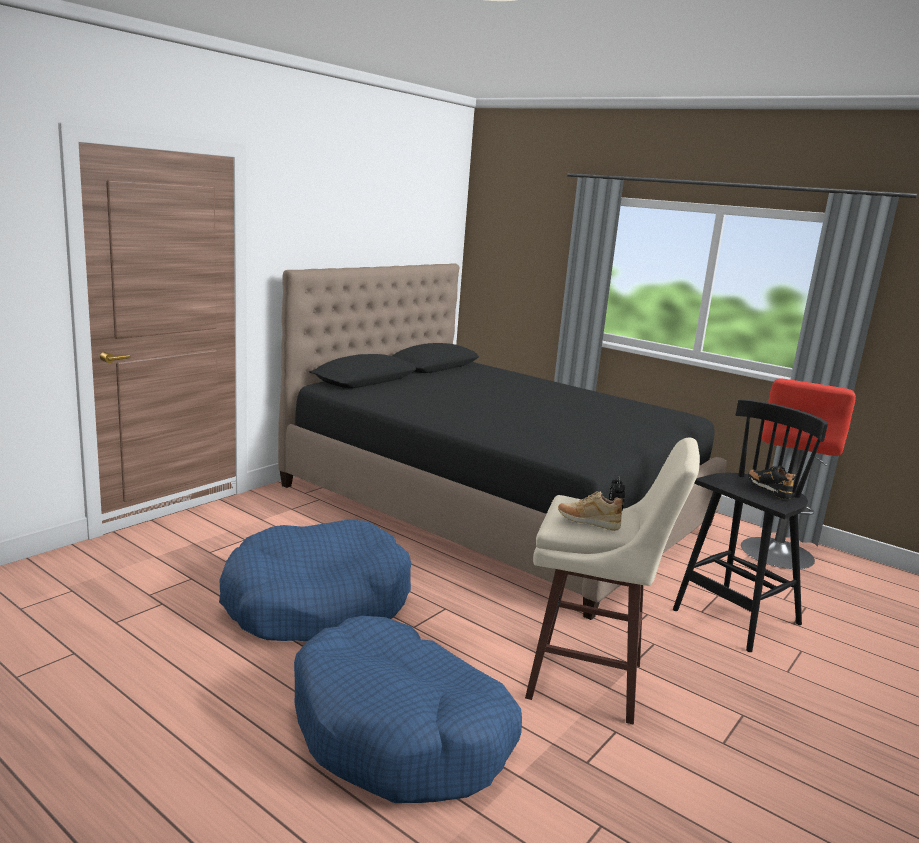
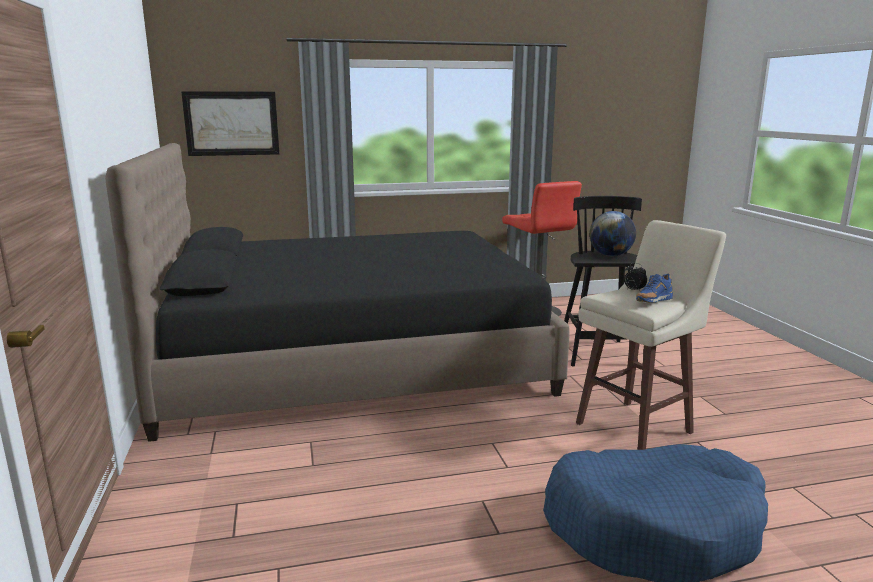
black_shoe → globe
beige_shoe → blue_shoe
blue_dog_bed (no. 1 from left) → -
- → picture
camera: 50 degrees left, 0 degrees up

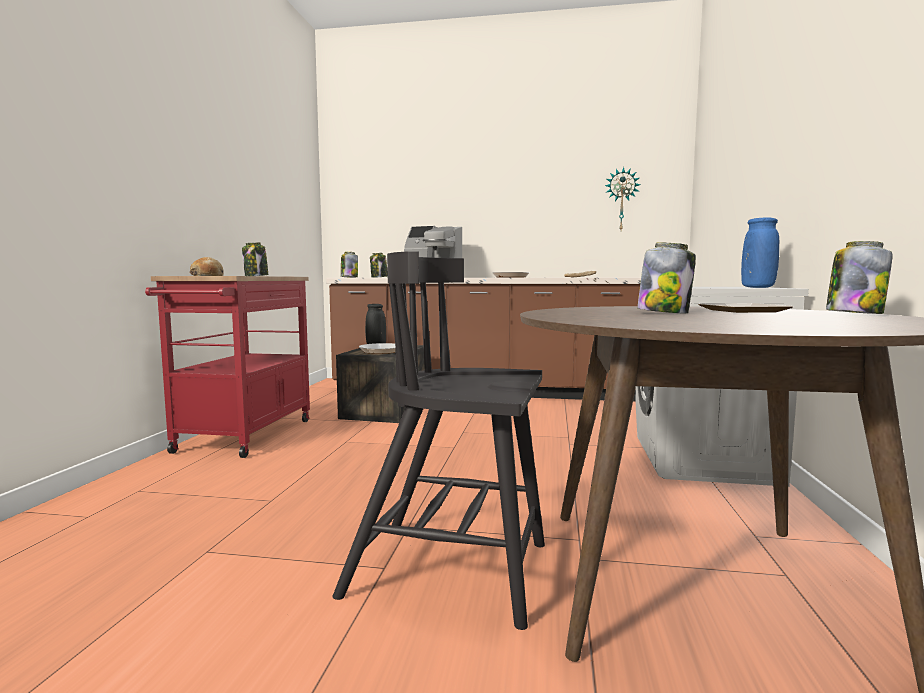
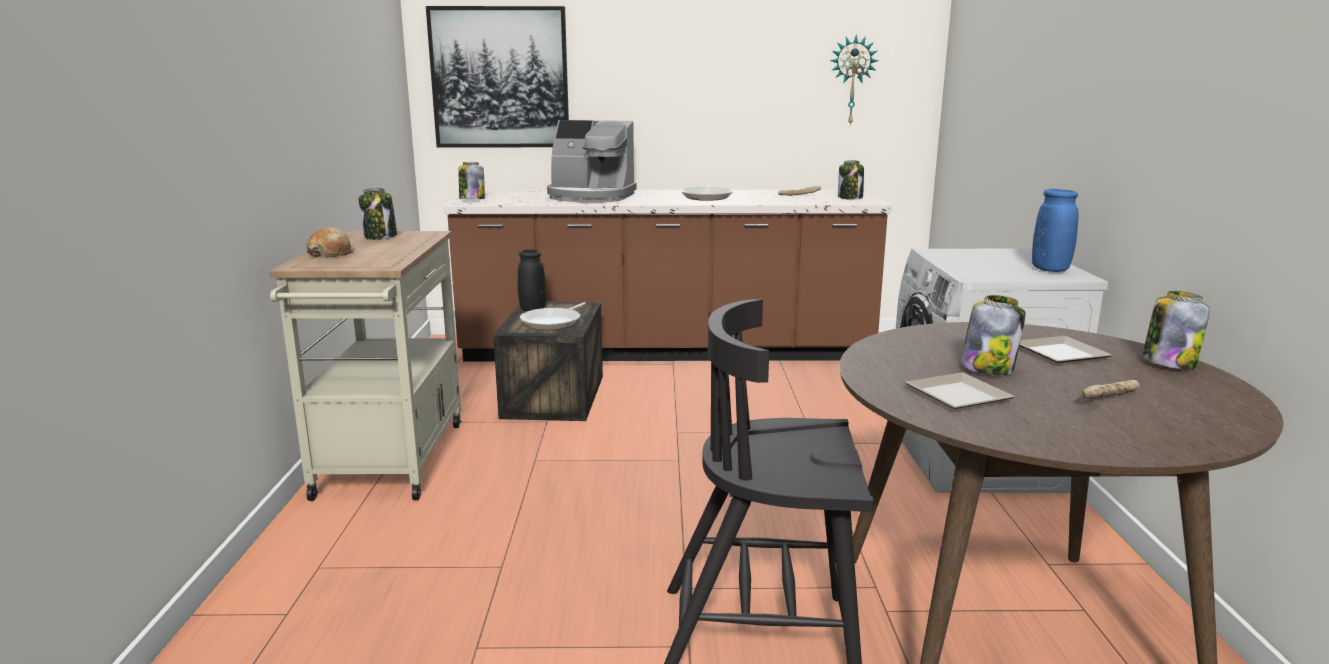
jar (no. 3 from left), shifted
red_cart → beige_cart
- → picture
- → plate (no. 1 from left)
- → bread (no. 3 from left)
camera: 10 degrees left, 10 degrees up

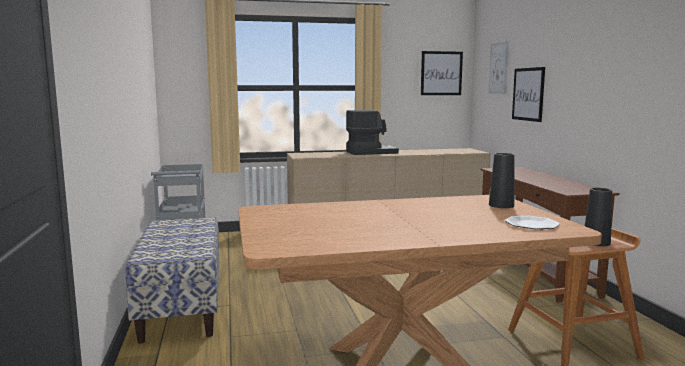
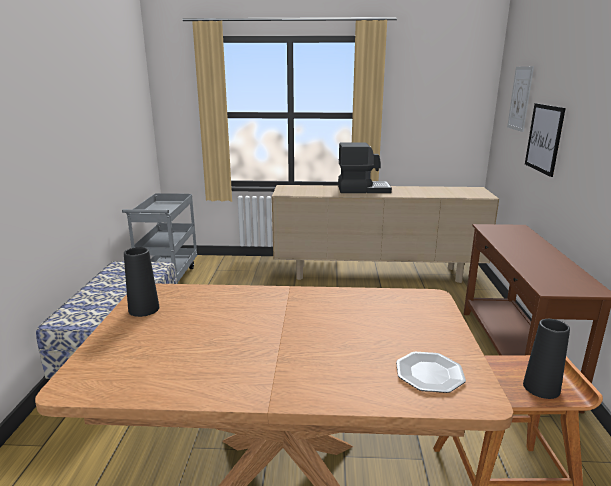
picture (no. 1 from left) → -
black_vase (no. 1 from left), shifted
camera: 15 degrees right, 10 degrees up

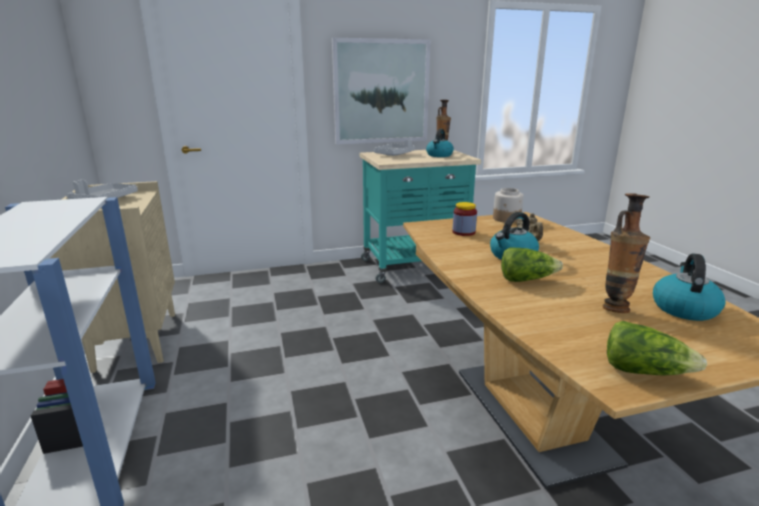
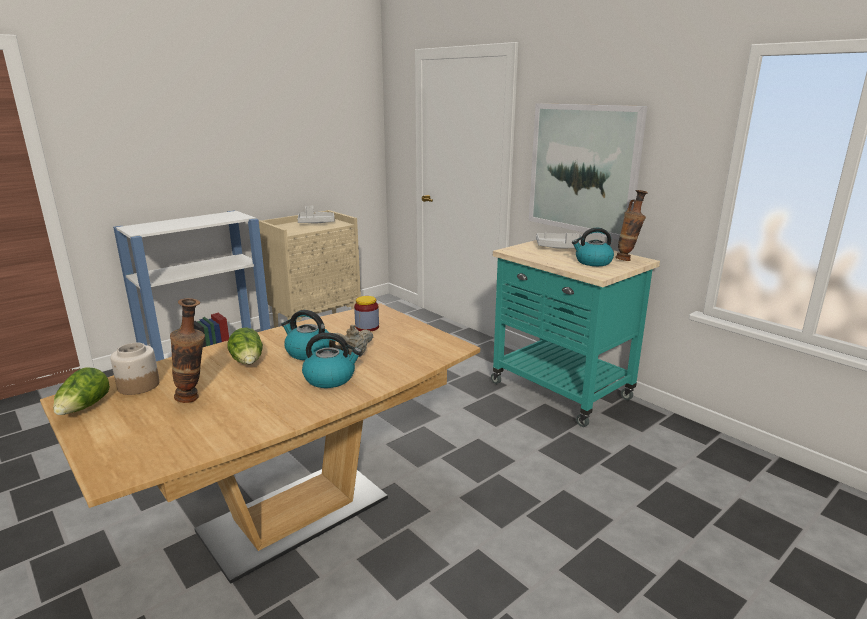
jar (no. 2 from left in the first image) → jar (no. 1 from left), shifted
kettle (no. 3 from left in the first image) → kettle (no. 2 from left), shifted
camera: 65 degrees right, 0 degrees up

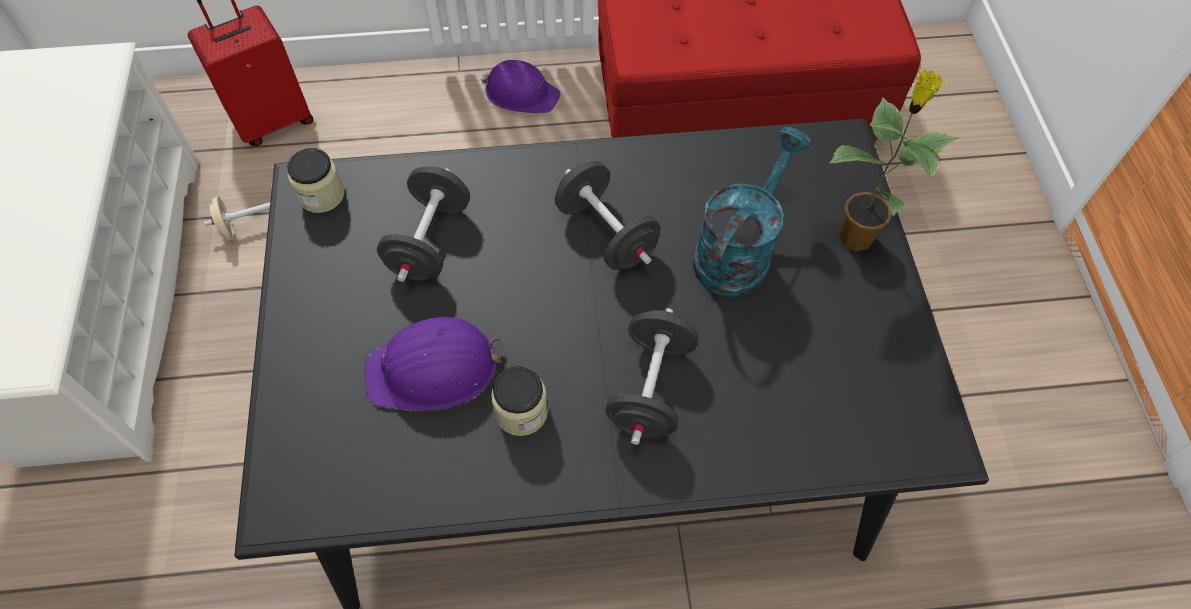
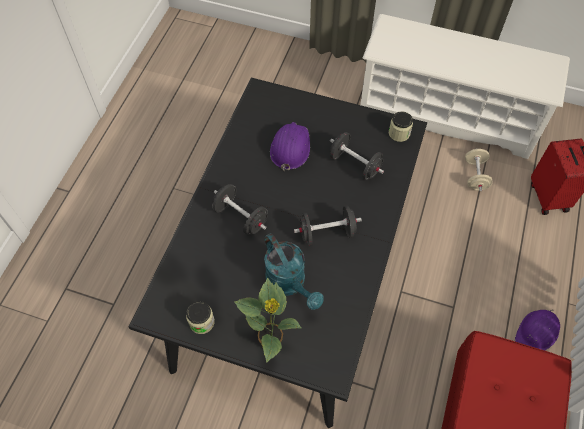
jar (no. 2 from left in the first image) → jar (no. 1 from left), shifted
camera: 115 degrees right, 0 degrees up

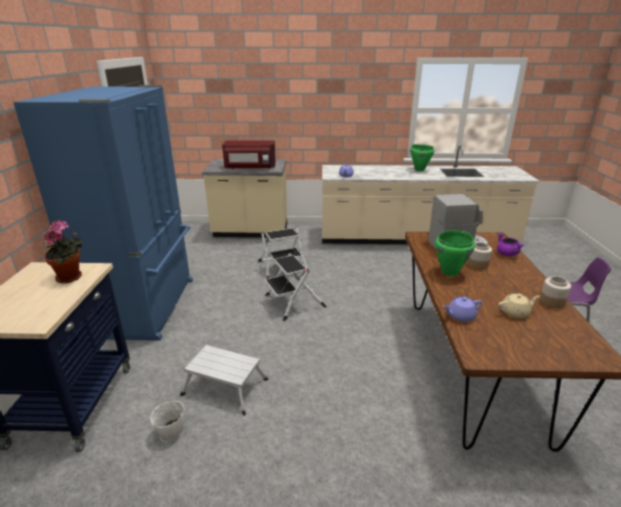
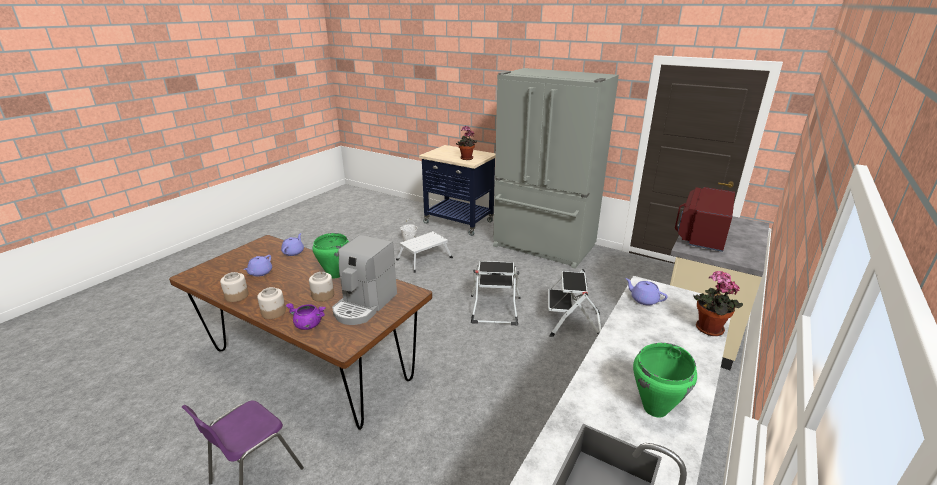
blue_fridge → grey_fridge
beige_teapot → purple_teapot (no. 1 from left)
- → potted_plant (no. 2 from left)
- → jar (no. 2 from left)
camera: 120 degrees right, 0 degrees up

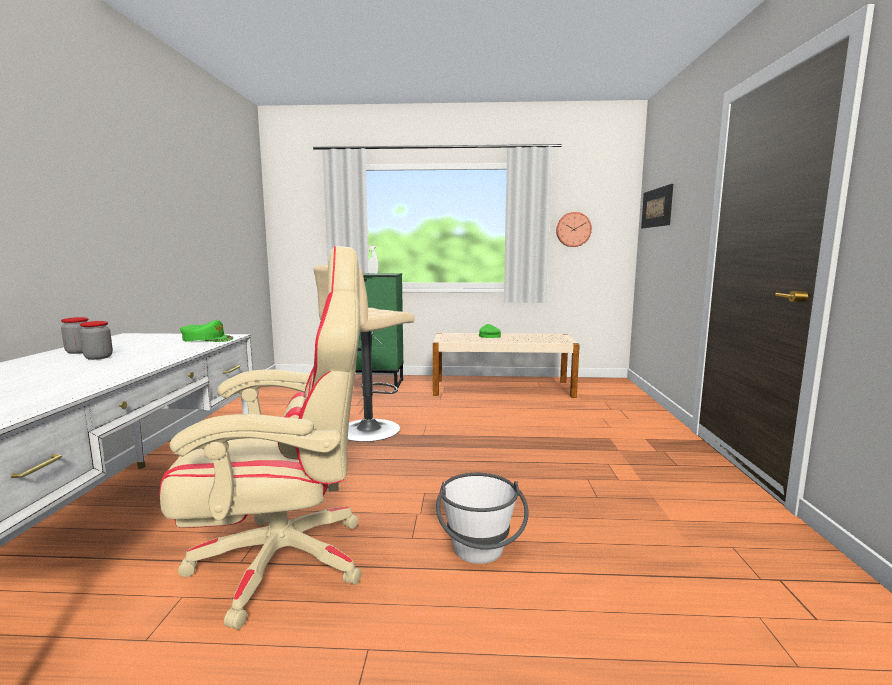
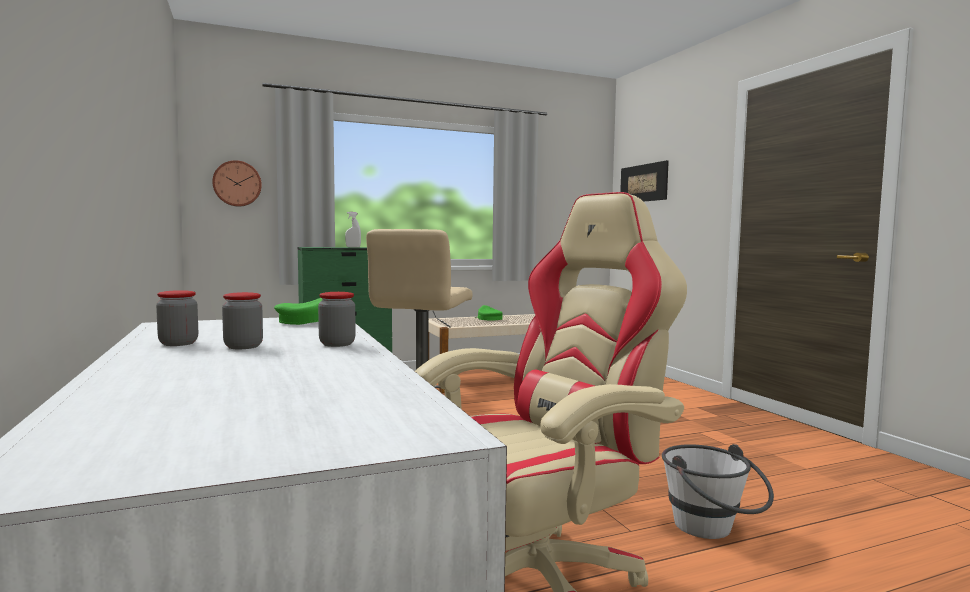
wall_clock, shifted
- → jar (no. 3 from left)
camera: 25 degrees left, 5 degrees down

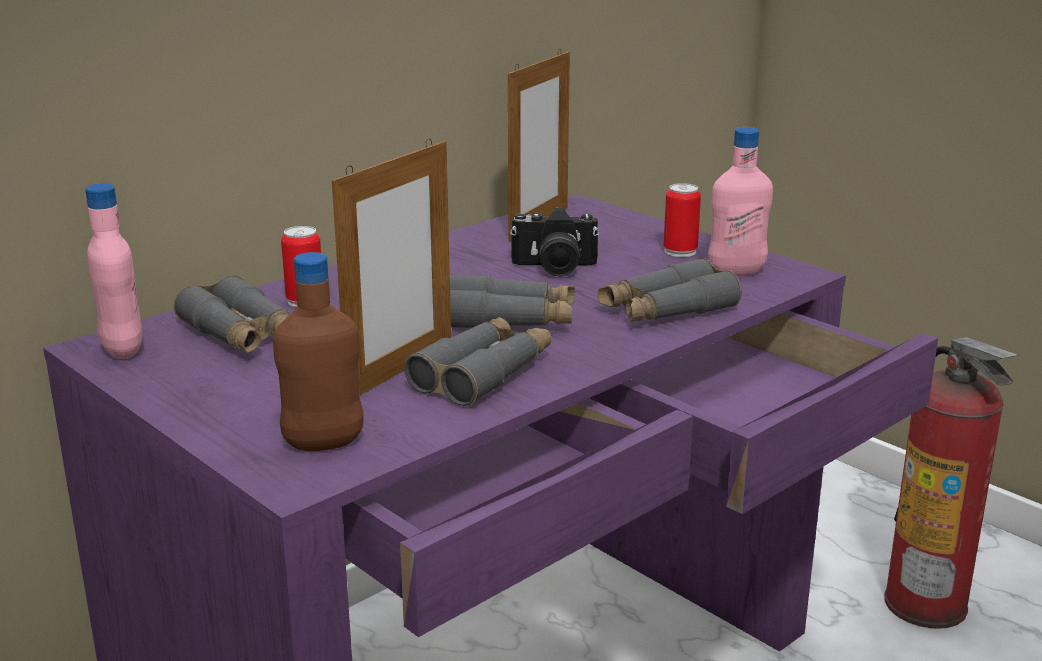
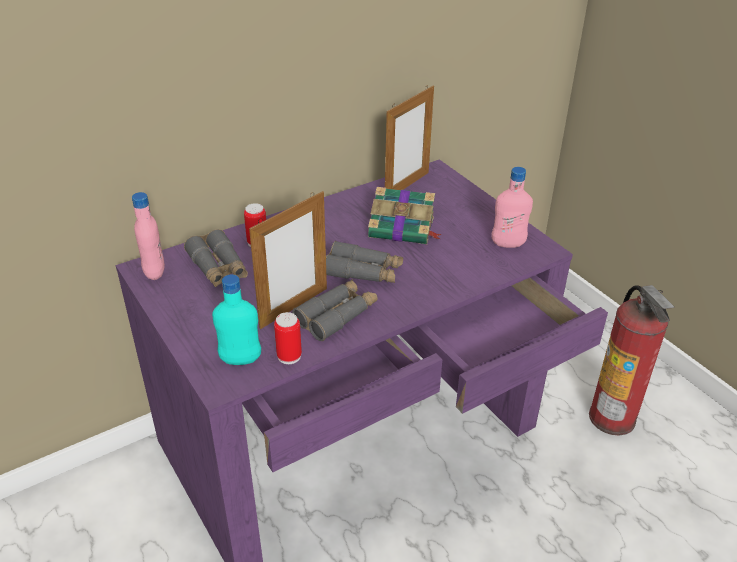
can (no. 2 from left), shifted
photo_camera → book
brown_bottle → turquoise_bottle
grey_binoculars (no. 4 from left) → -
camera: 10 degrees right, 15 degrees up

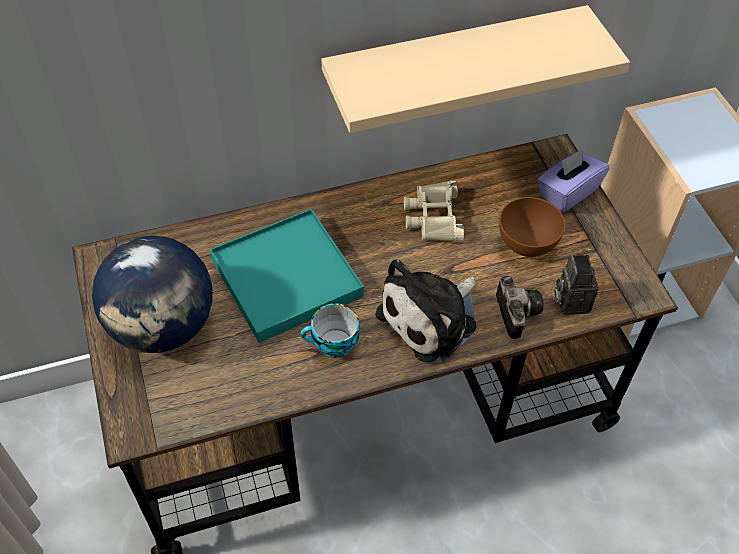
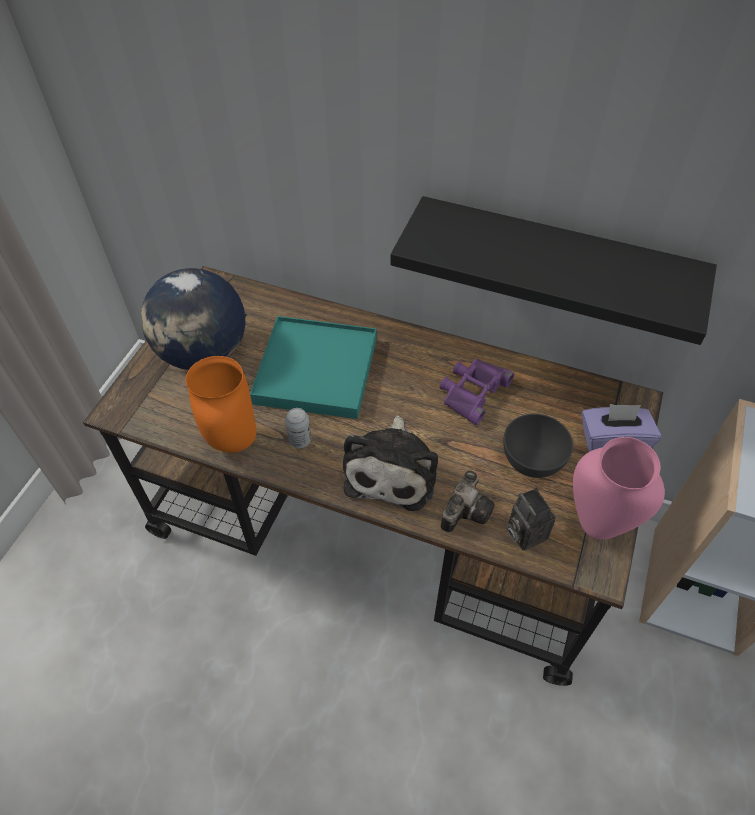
beige_shelf → black_shelf
beige_binoculars → purple_binoculars
brown_bowl → grey_bowl
photo_camera (no. 2 from left), 60 degrees counterclockwise
plush_toy, 75 degrees counterclockwise
cup → can
- → orange_vase
- → pink_vase
camera: 40 degrees right, 0 degrees up

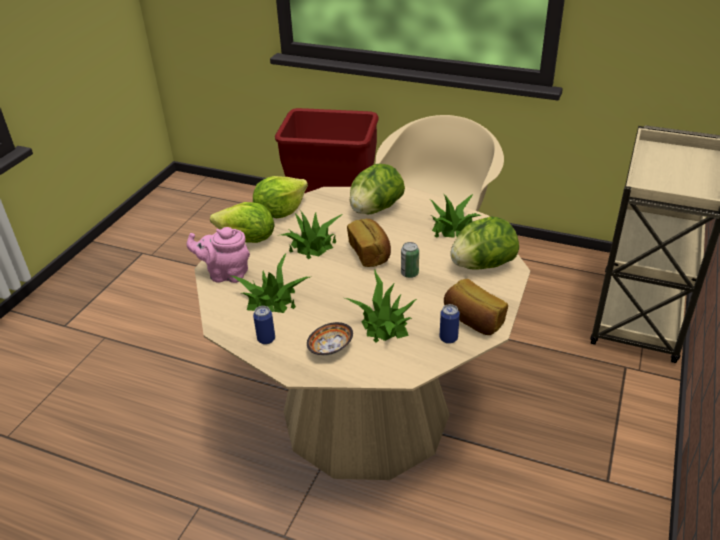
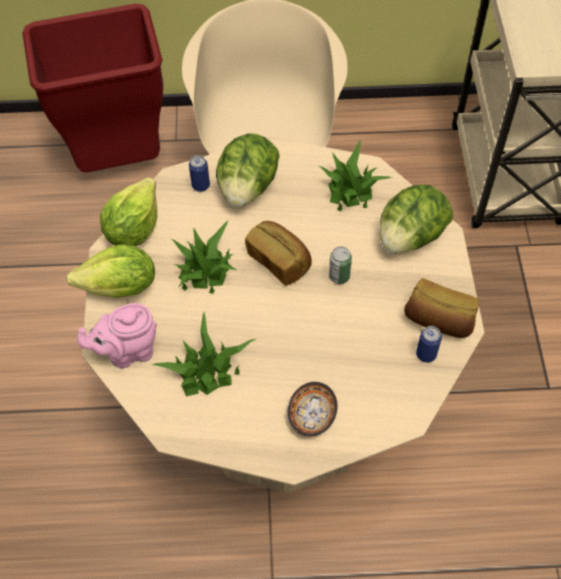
potted_plant (no. 3 from left) → -
can (no. 1 from left), shifted
camera: 25 degrees left, 20 degrees up

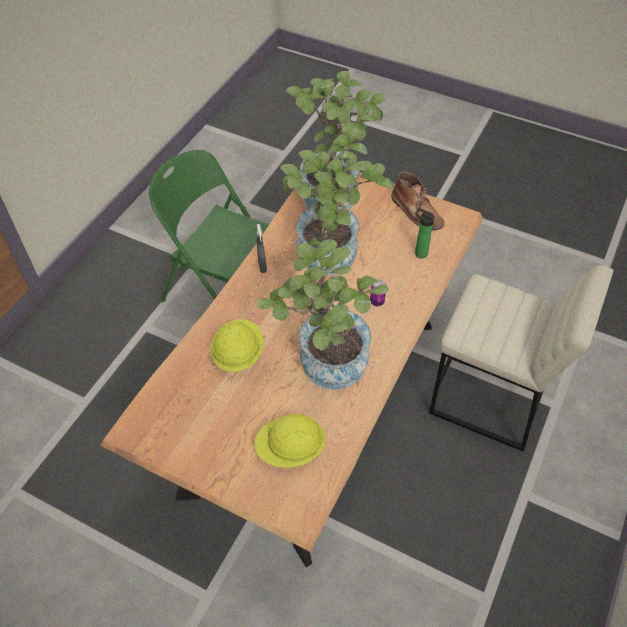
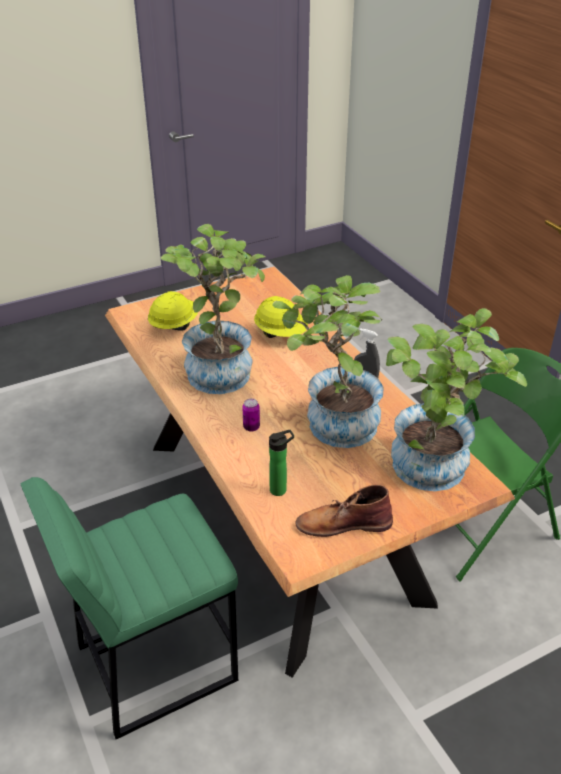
beige_chair → green_chair (no. 1 from left)
camera: 125 degrees right, 15 degrees down

